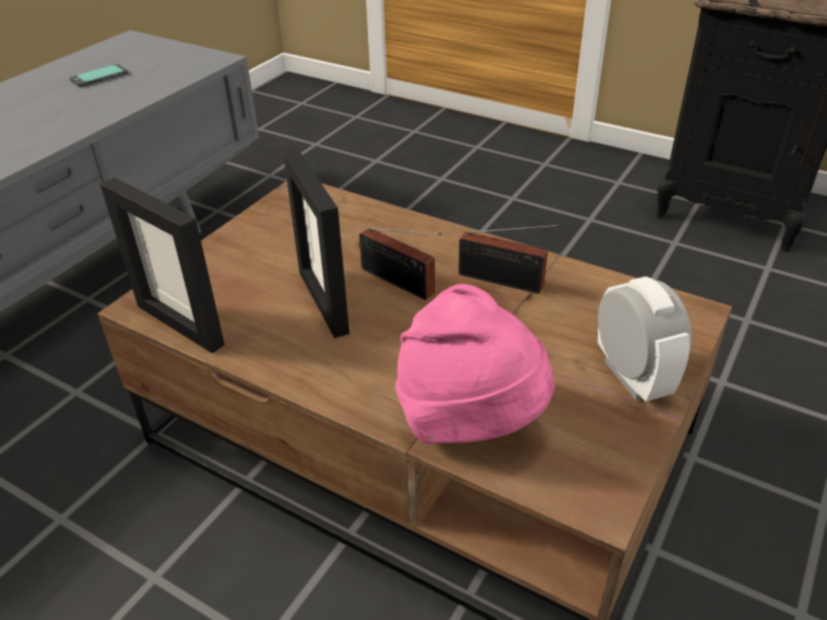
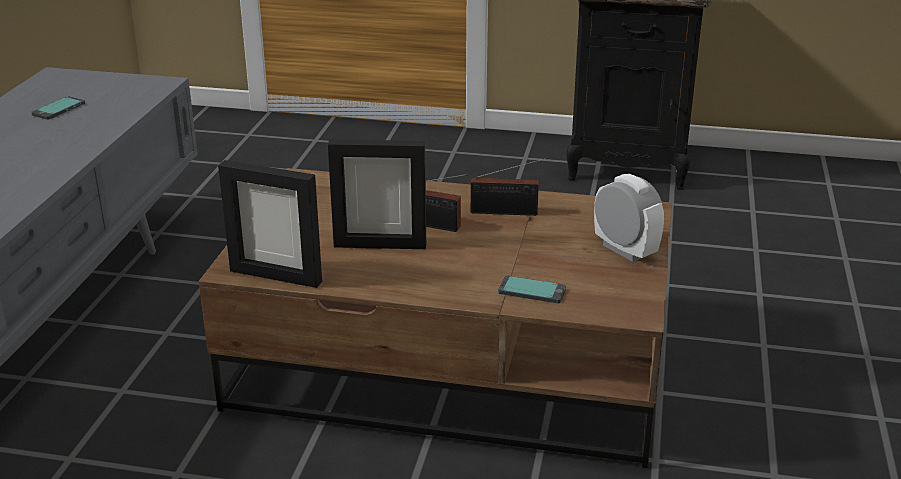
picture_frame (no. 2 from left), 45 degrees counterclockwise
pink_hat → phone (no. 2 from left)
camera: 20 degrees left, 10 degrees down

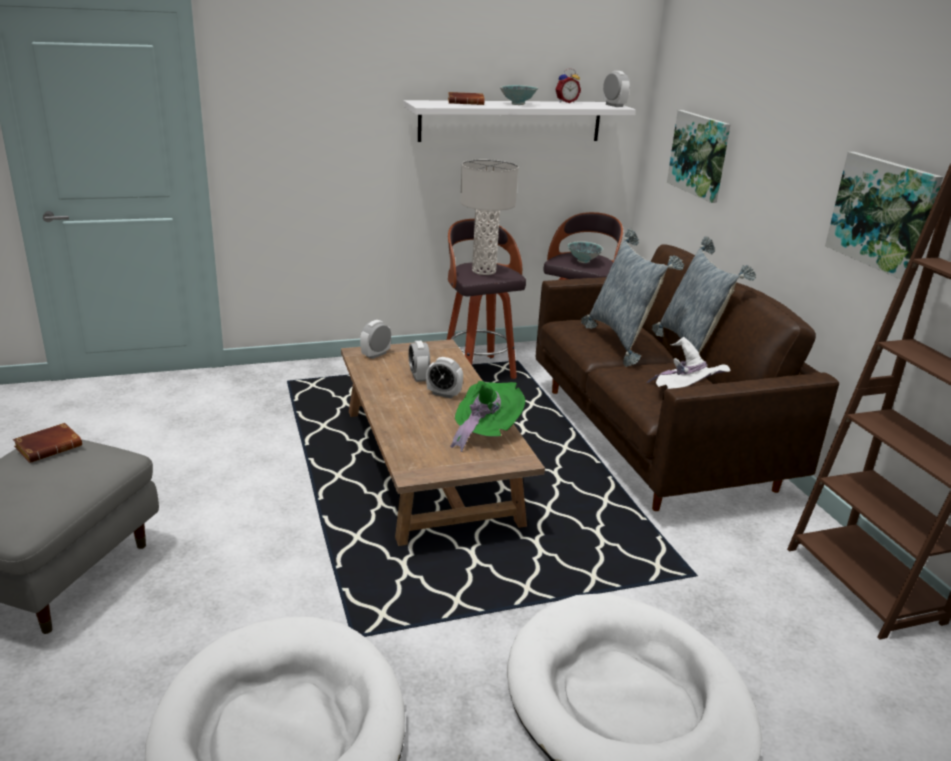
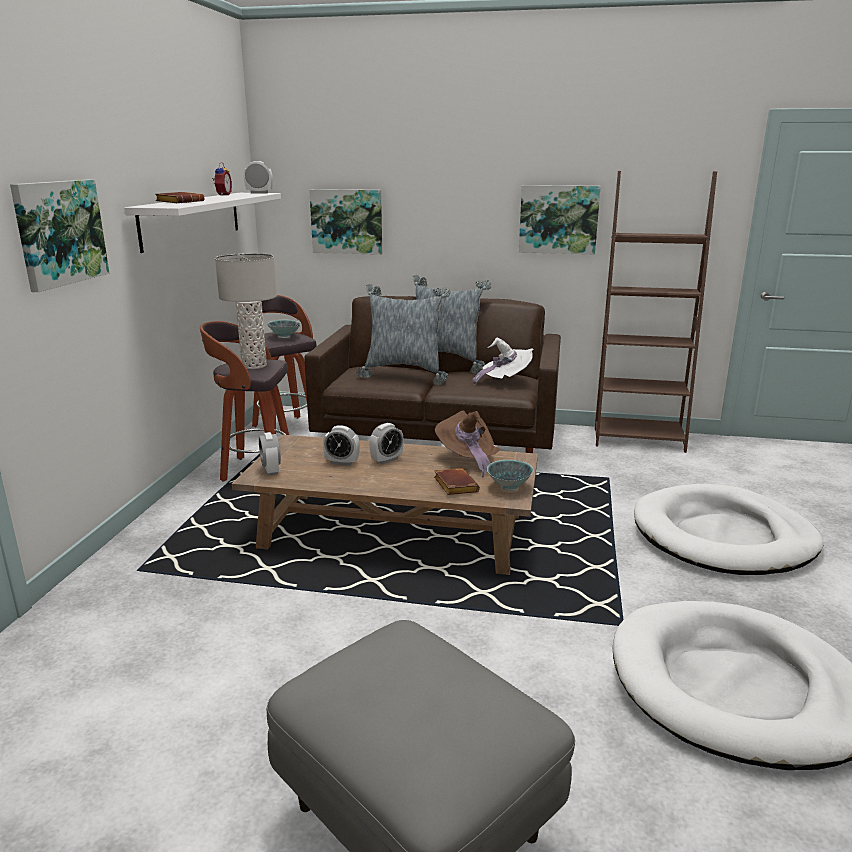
bowl (no. 1 from left in the first image) → bowl (no. 2 from left), shifted
green_hat → brown_hat
brown_book (no. 1 from left in the first image) → brown_book (no. 2 from left), shifted
- → picture (no. 1 from left)
camera: 60 degrees left, 5 degrees down

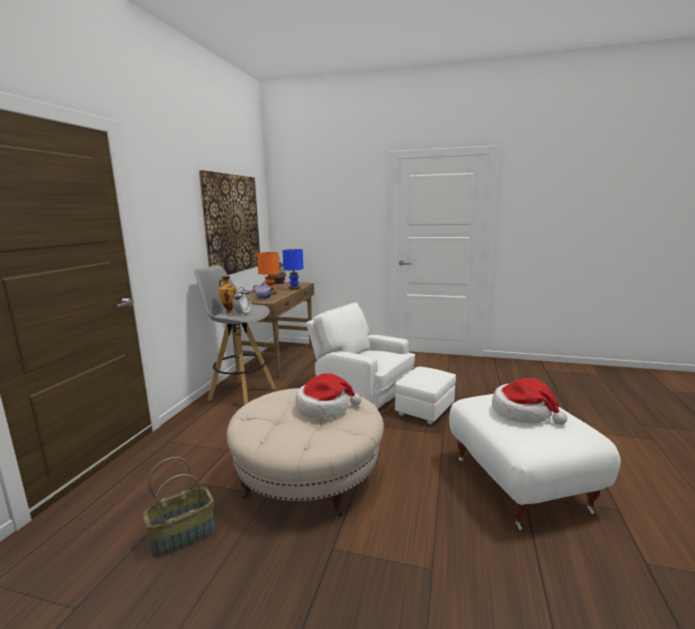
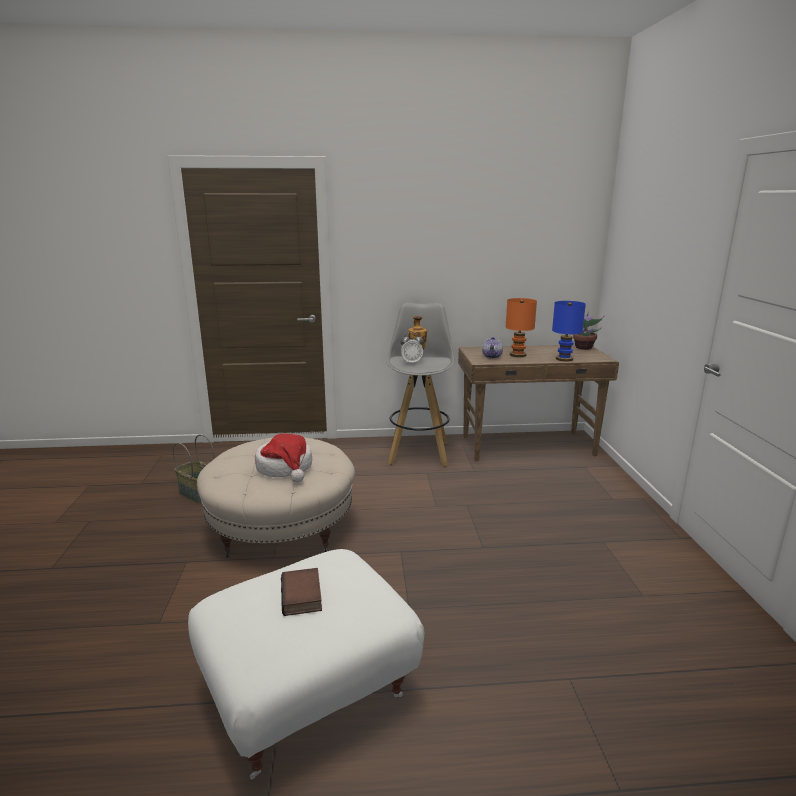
picture → -
white_armchair → -
hat (no. 2 from left) → book
camera: 70 degrees right, 5 degrees up

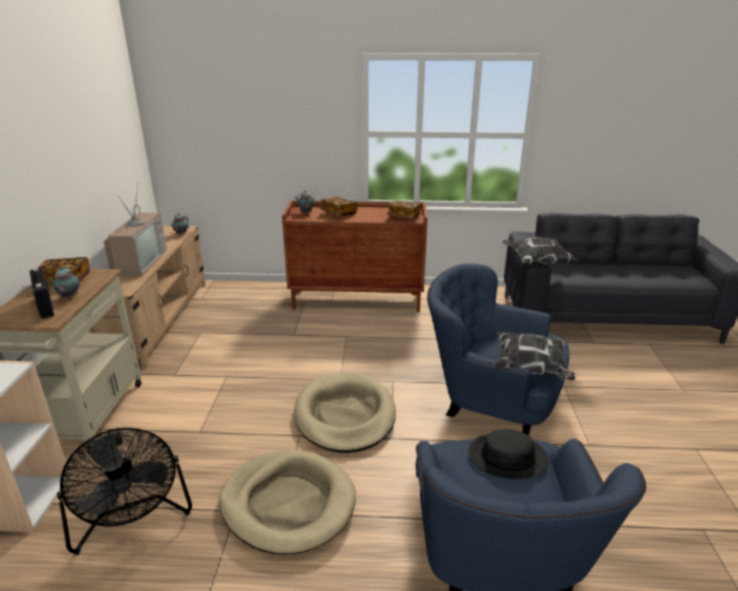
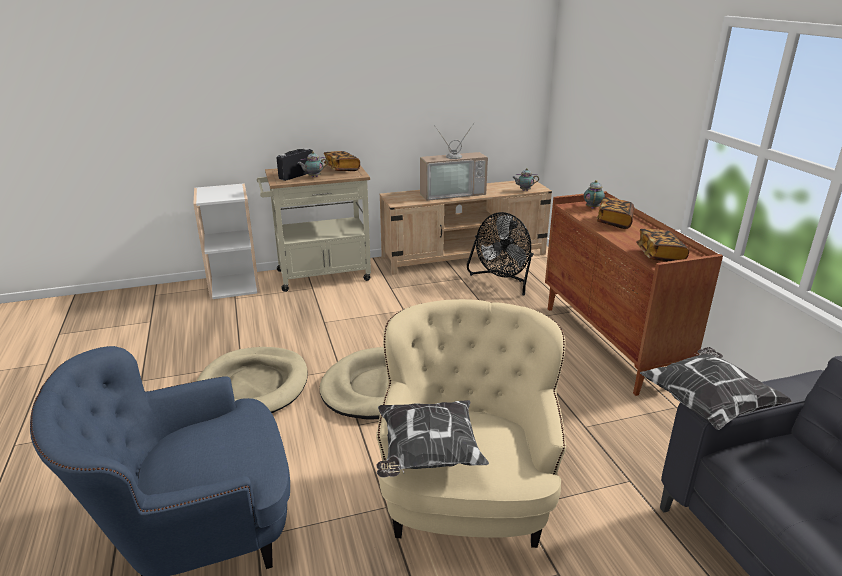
blue_armchair (no. 1 from left) → beige_armchair
black_fan, shifted
black_hat → -
camera: 70 degrees right, 0 degrees up

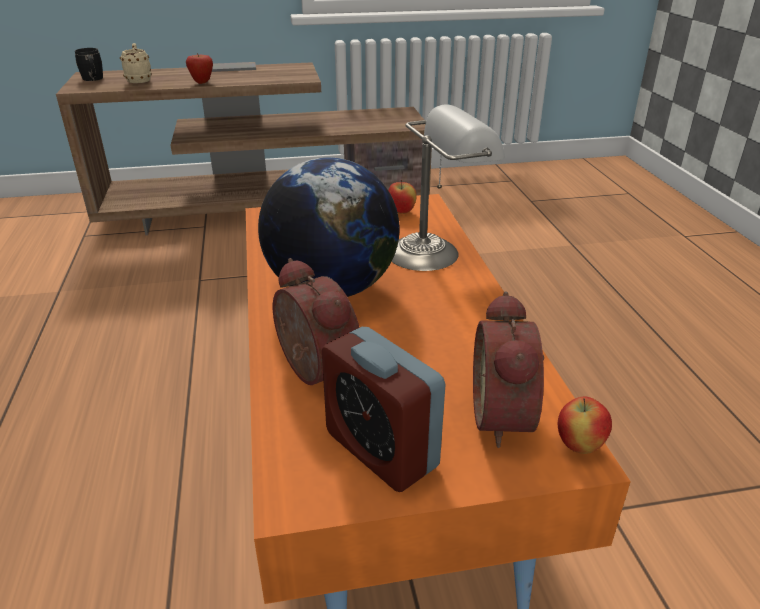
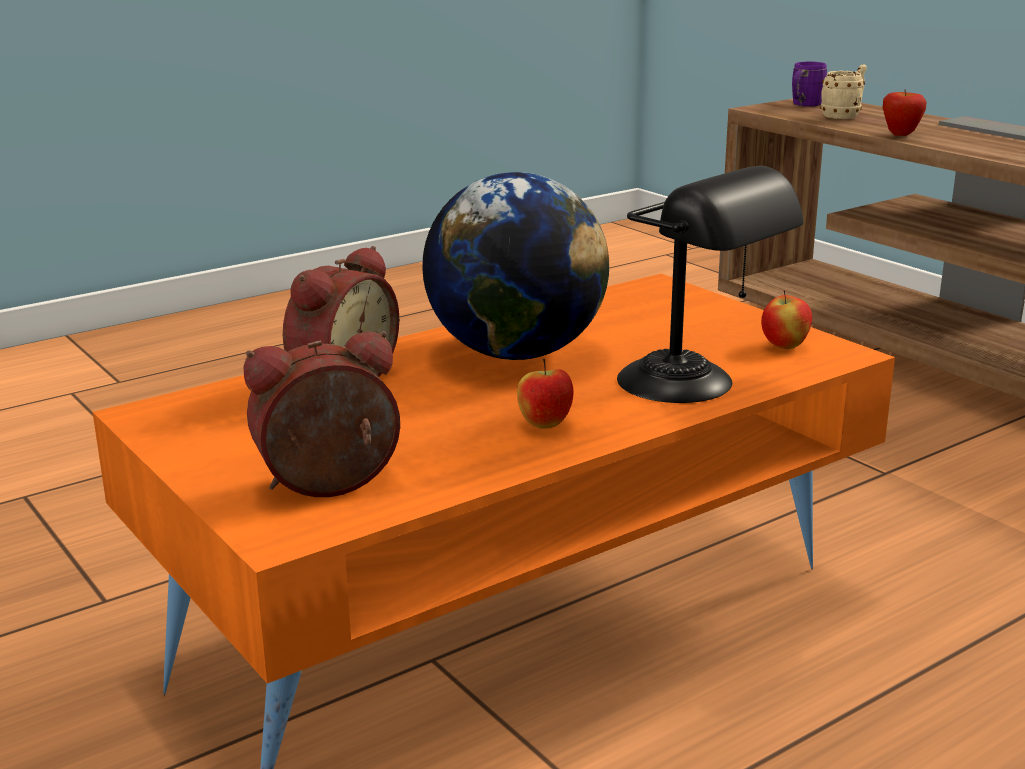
black_mug → purple_mug
white_table_lamp → black_table_lamp
alarm_clock (no. 2 from left) → -
apple (no. 3 from left in the first image) → apple (no. 1 from left), shifted
camera: 65 degrees right, 10 degrees down

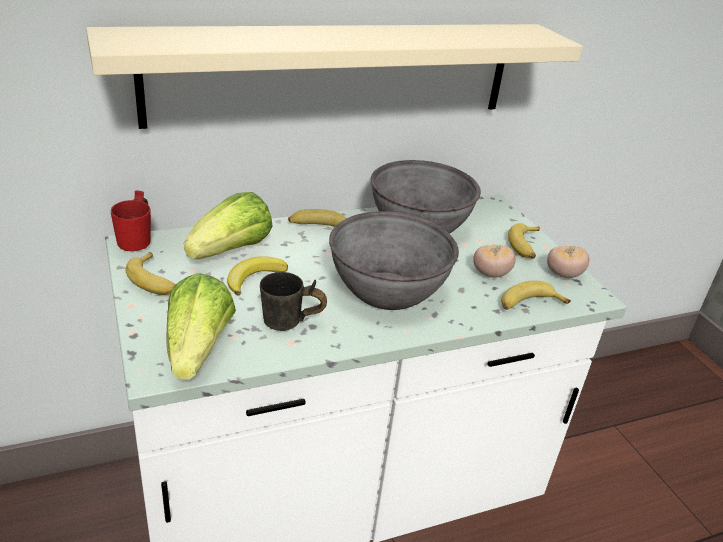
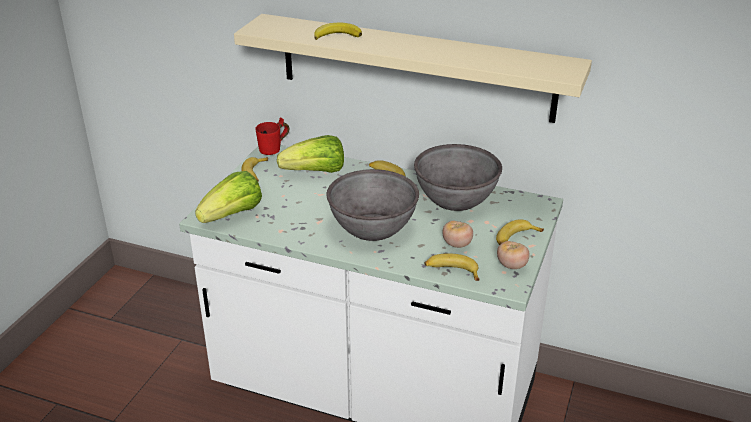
banana (no. 2 from left), shifted
grey_mug → -
camera: 45 degrees right, 0 degrees up

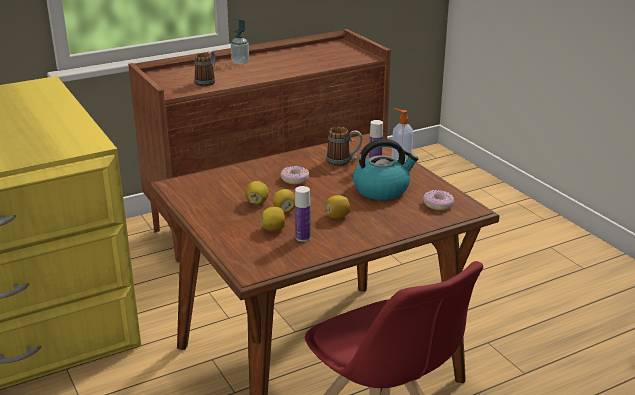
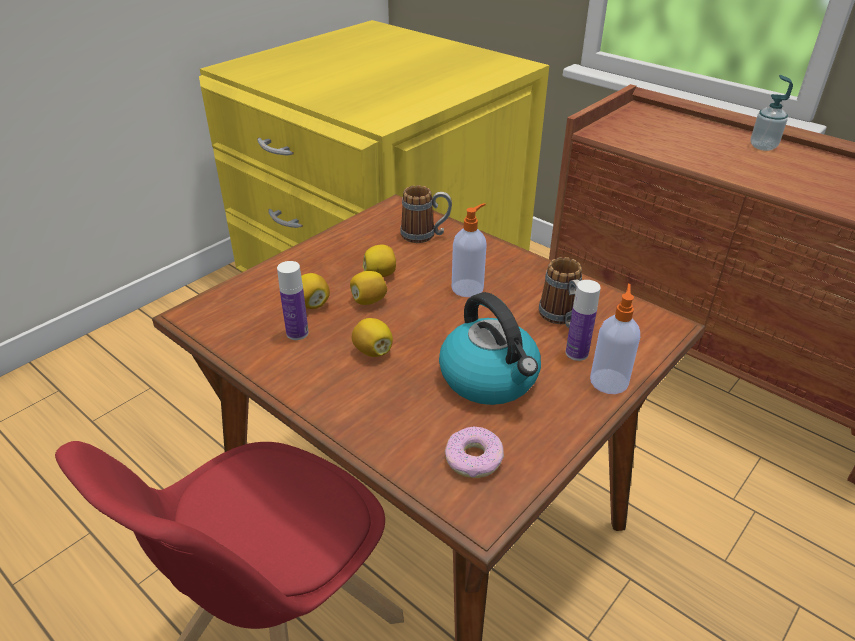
mug (no. 1 from left), shifted
donut (no. 1 from left) → soap_dispenser (no. 1 from left)
camera: 70 degrees right, 10 degrees up

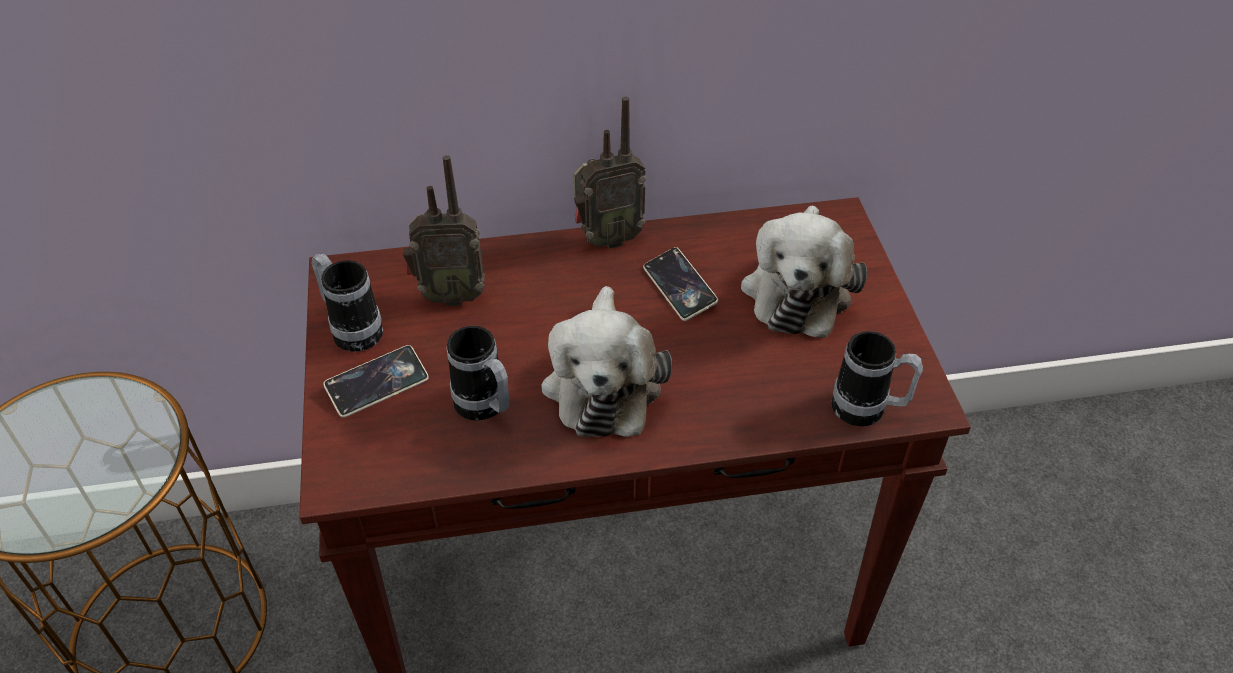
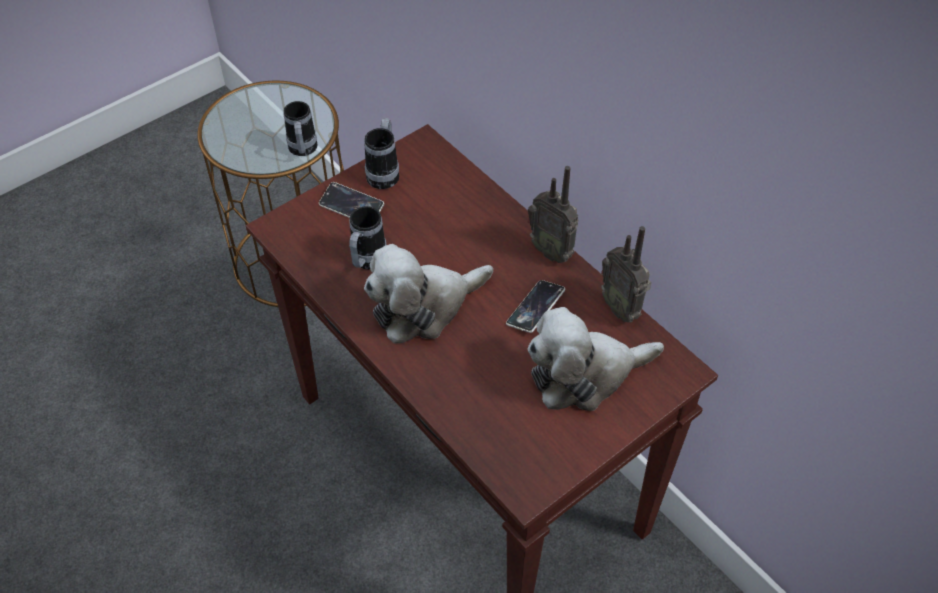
radio (no. 1 from left in the first image) → radio (no. 2 from left), shifted
mug (no. 3 from left in the first image) → mug (no. 1 from left), shifted
camera: 60 degrees right, 5 degrees up

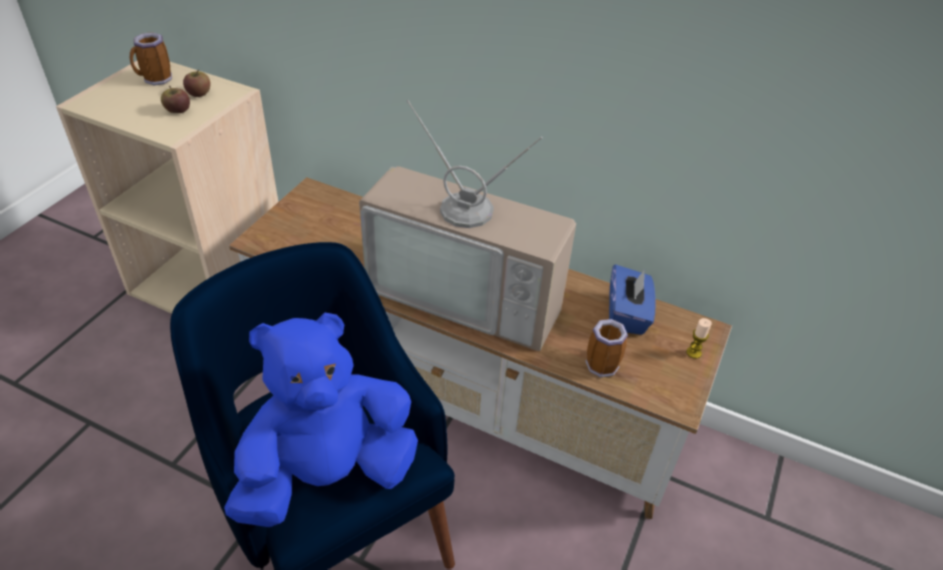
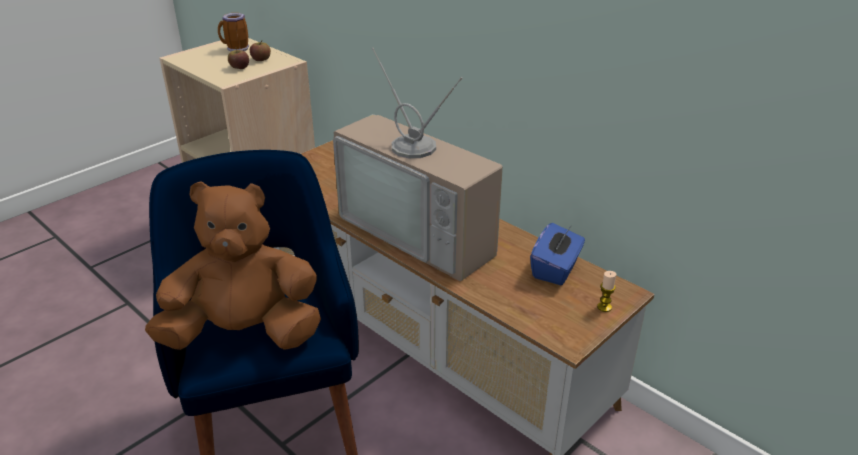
blue_plush_toy → brown_plush_toy
mug (no. 2 from left) → -
camera: 20 degrees right, 10 degrees down

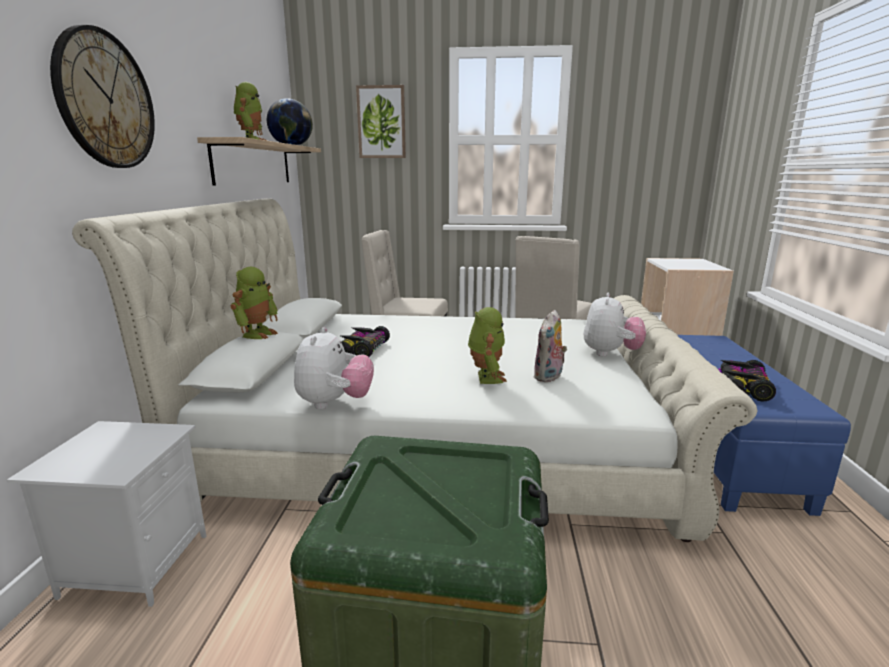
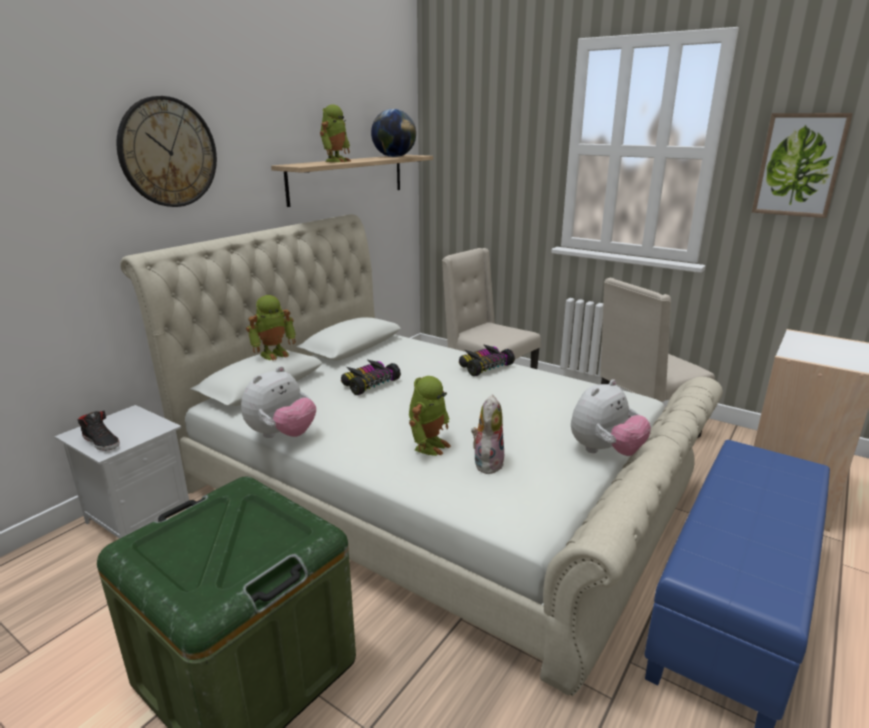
picture, shifted
plush_toy (no. 2 from left), 135 degrees clockwise
toy_car (no. 2 from left), shifted
- → black_shoe
camera: 30 degrees right, 5 degrees up

